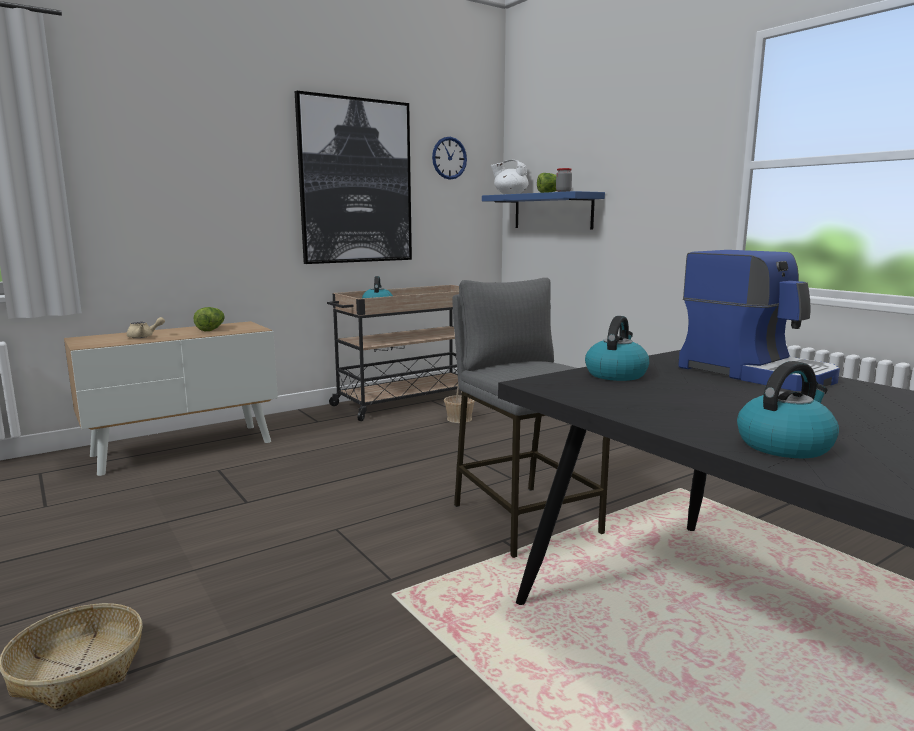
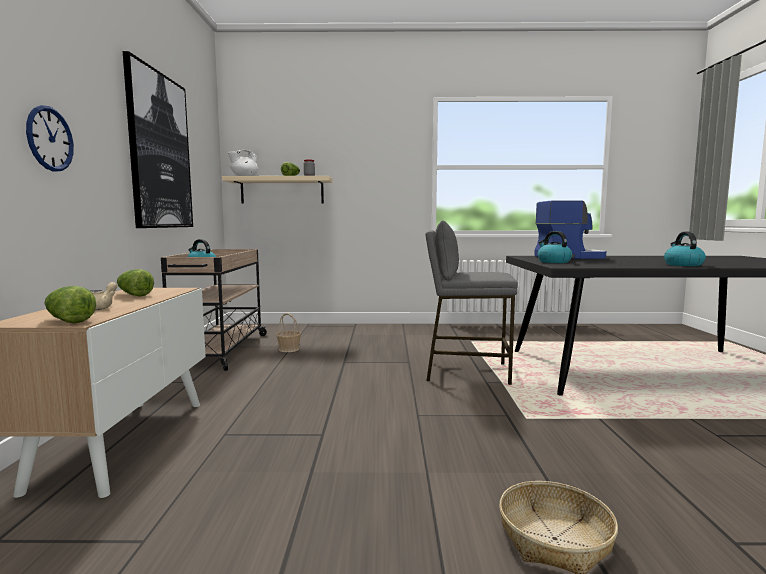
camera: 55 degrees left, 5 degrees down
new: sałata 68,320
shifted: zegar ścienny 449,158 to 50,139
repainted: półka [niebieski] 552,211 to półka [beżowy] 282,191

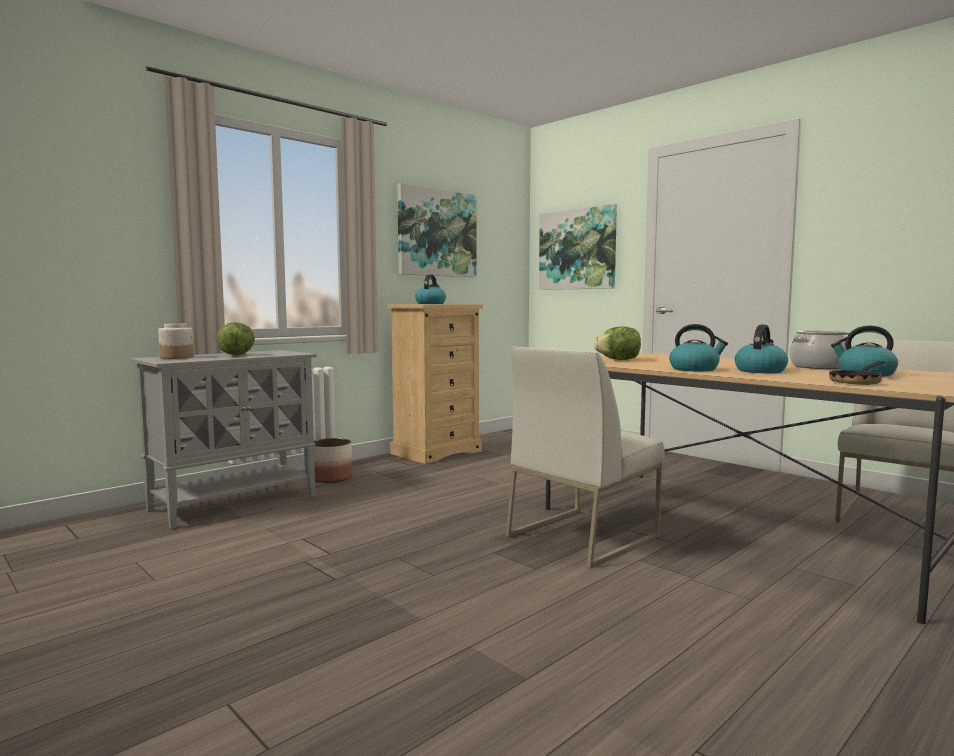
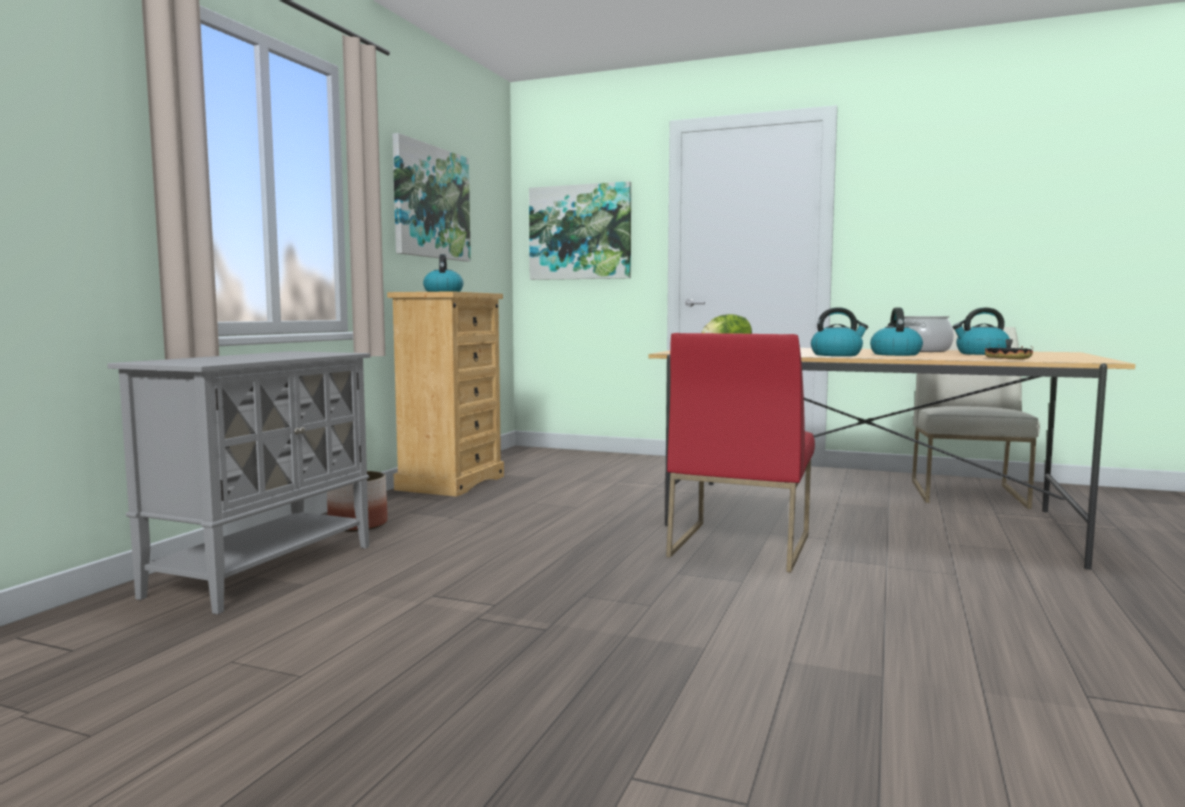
camera: 25 degrees left, 0 degrees up
gone: słoik 177,357; sałata 237,355
repainted: krzesło [biały] 582,536 to krzesło [czerwony] 739,545

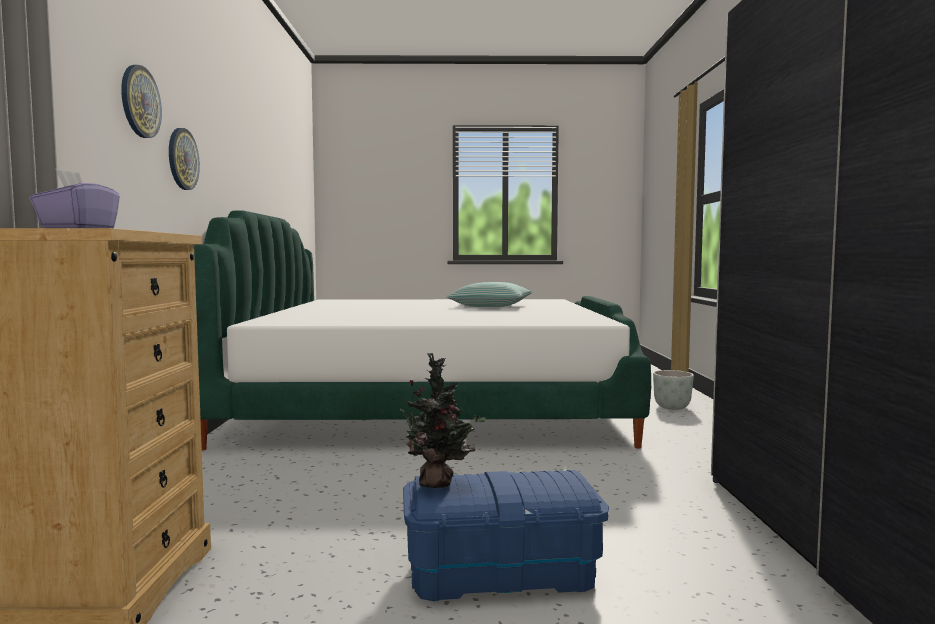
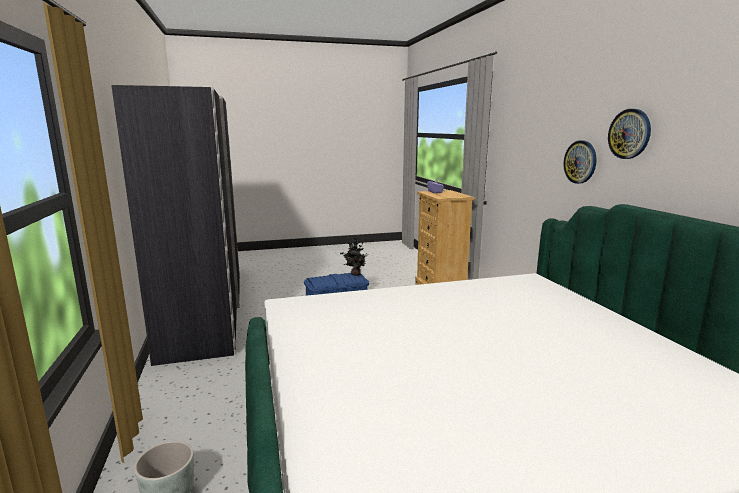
camera: 165 degrees right, 10 degrees up
gone: poduszka 490,306
shifted: zegar ścienny 139,102 to 629,134

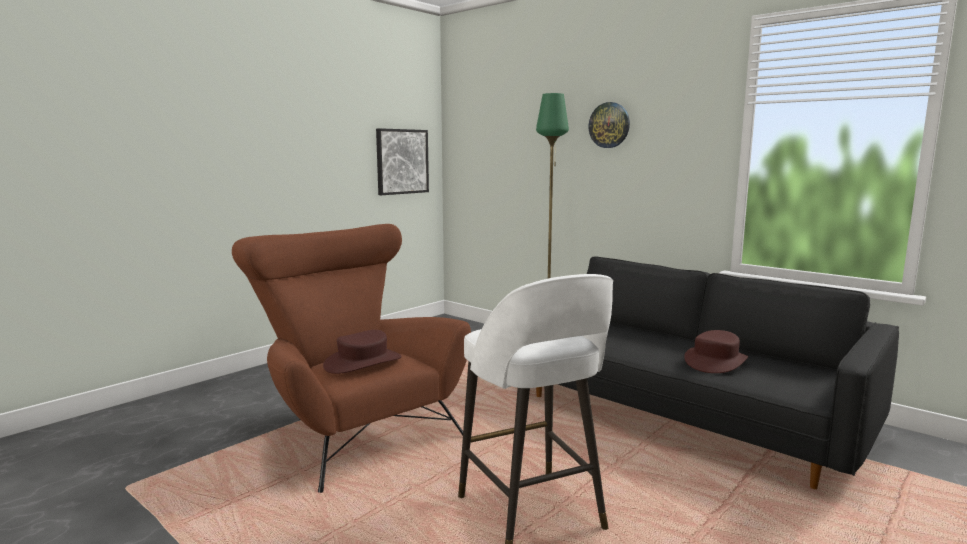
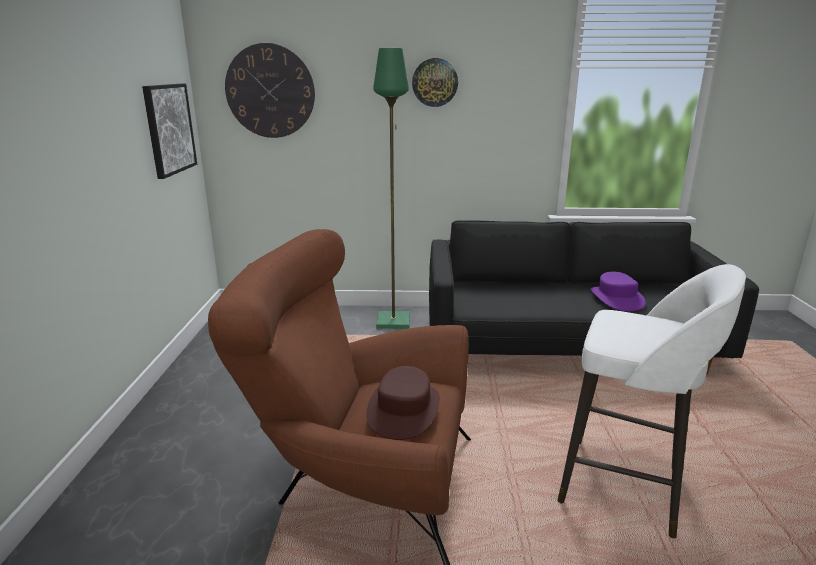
camera: 40 degrees left, 10 degrees up
new: zegar ścienny 270,91
repainted: kapelusz [brązowy] 715,361 to kapelusz [fioletowy] 616,298

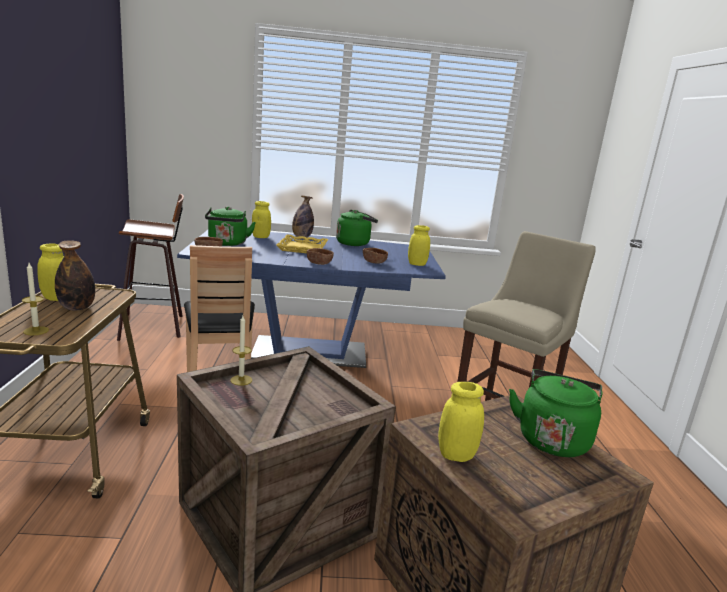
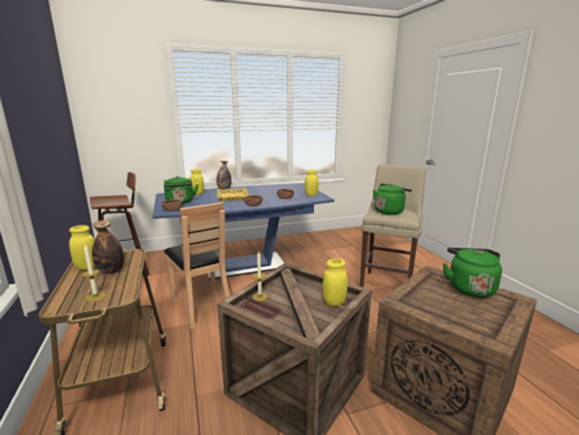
camera: 15 degrees left, 0 degrees up
shifted: czajnik [zielony] 354,243 to 389,211; słoik [żółty] 456,455 to 334,302

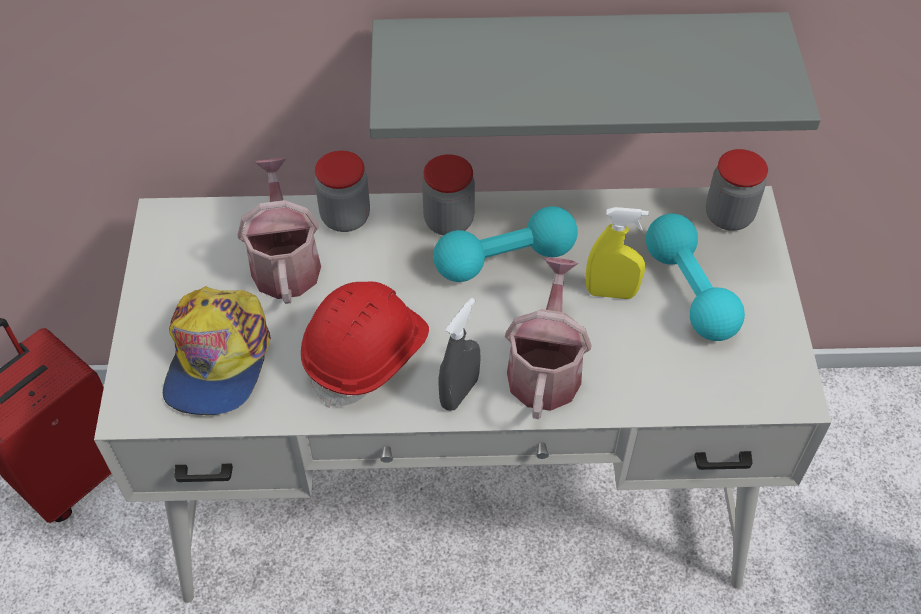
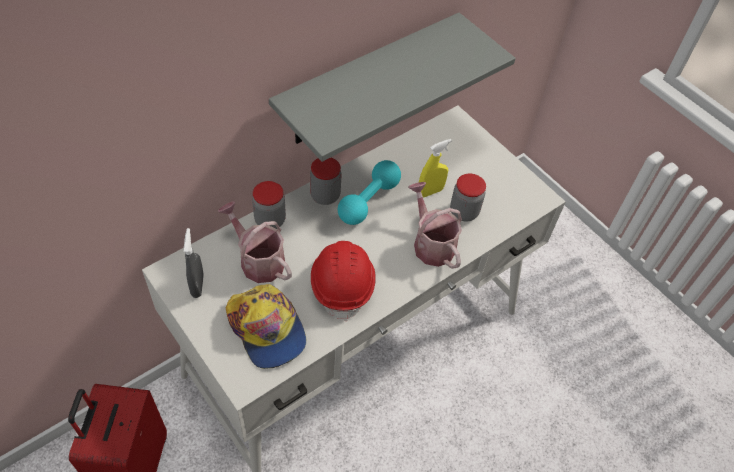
camera: 40 degrees left, 0 degrees up
gone: hantel [turkusowy] 689,291
shifted: spryskiwacz [szary] 459,392 to 197,285; słoik 728,216 to 464,212

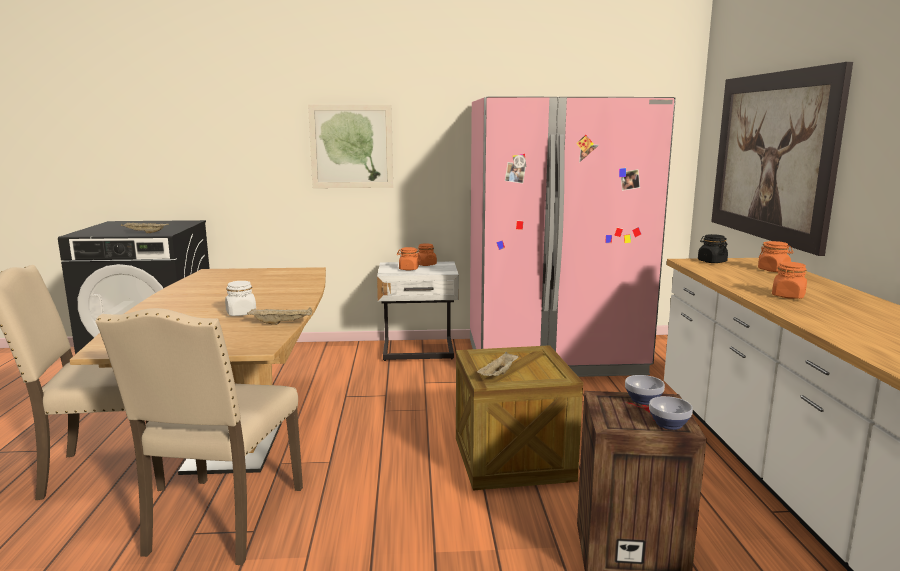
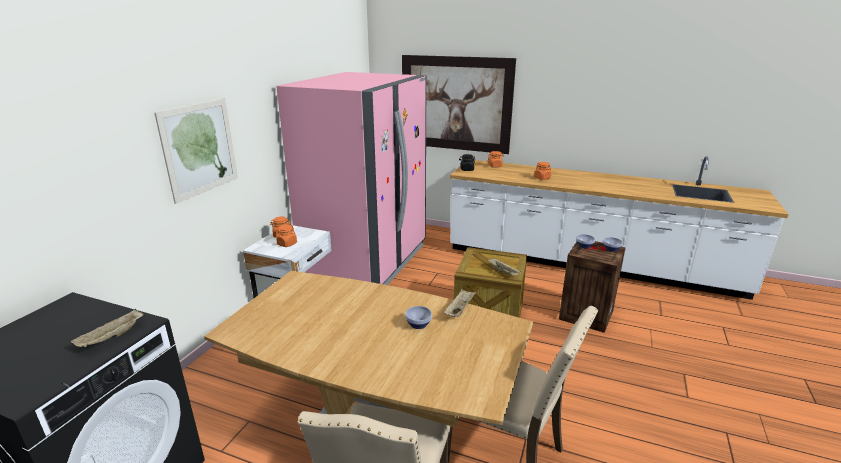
camera: 65 degrees left, 10 degrees up
swapped: słoik [biały] 241,313 to miska 418,325

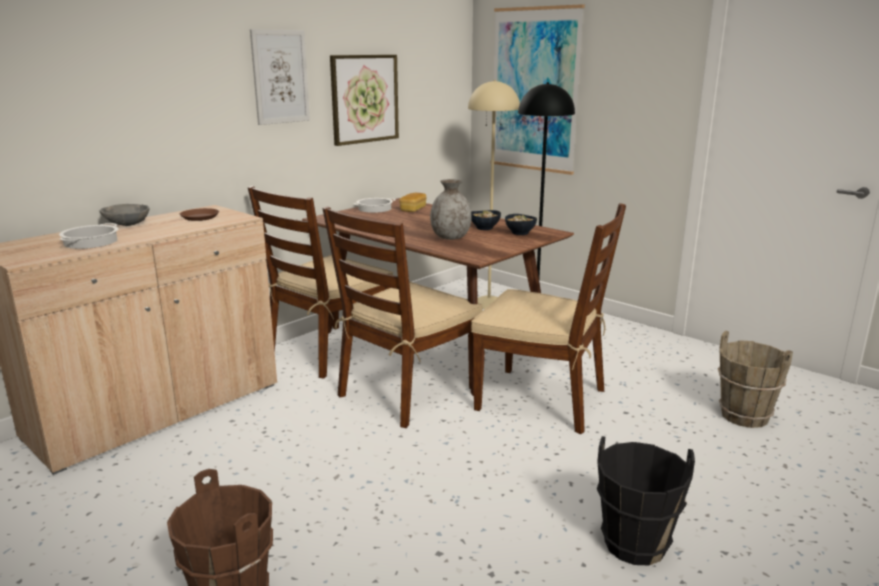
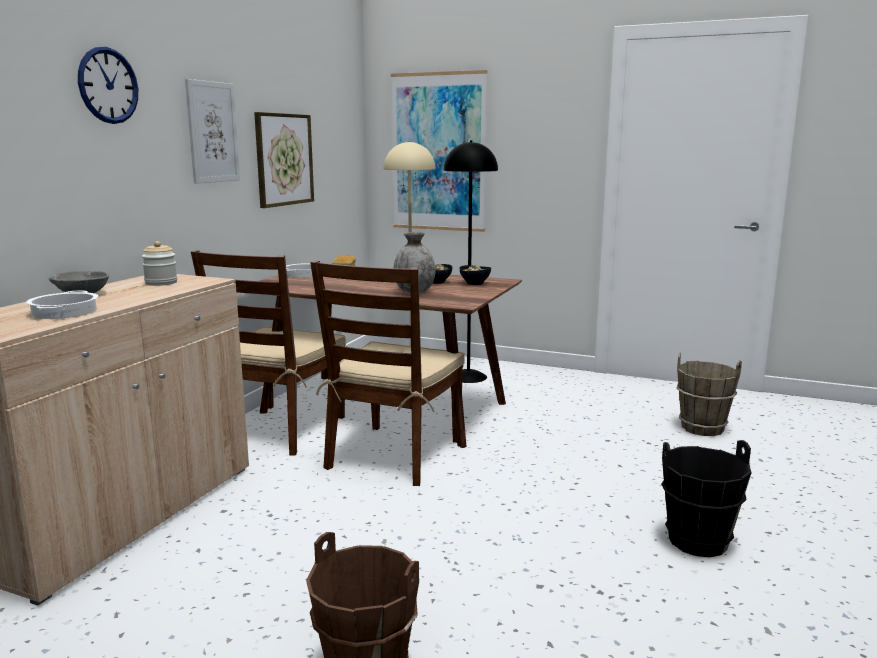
camera: 20 degrees left, 5 degrees down
gone: krzesło [brązowy] 542,399
new: zegar ścienny 108,85
swapped: talerz [brązowy] 200,217 to słoik 161,283

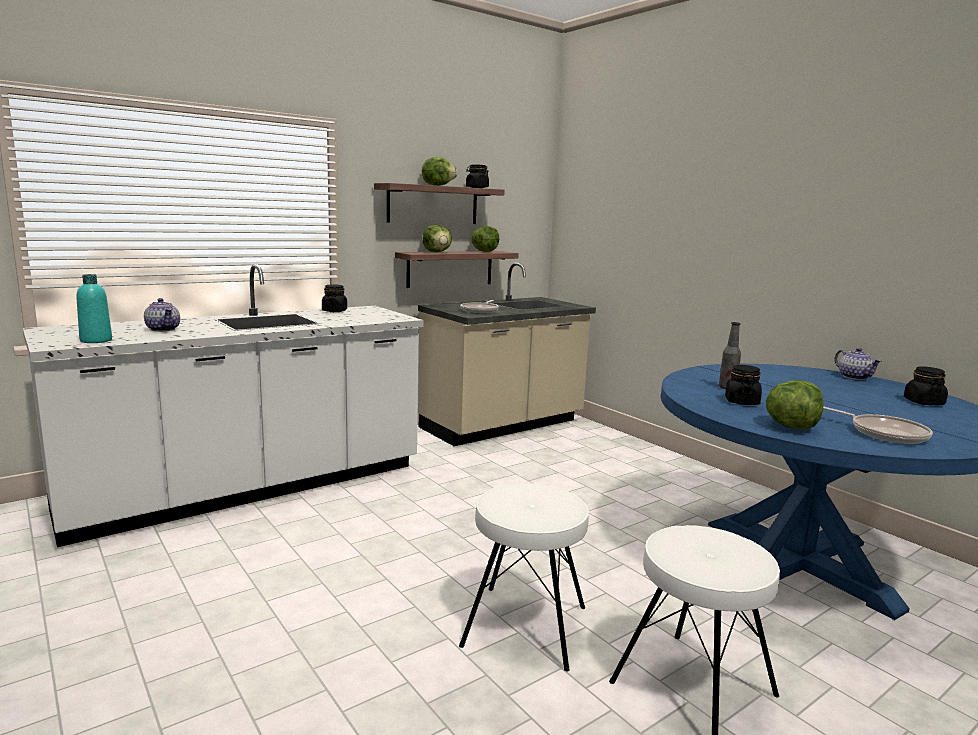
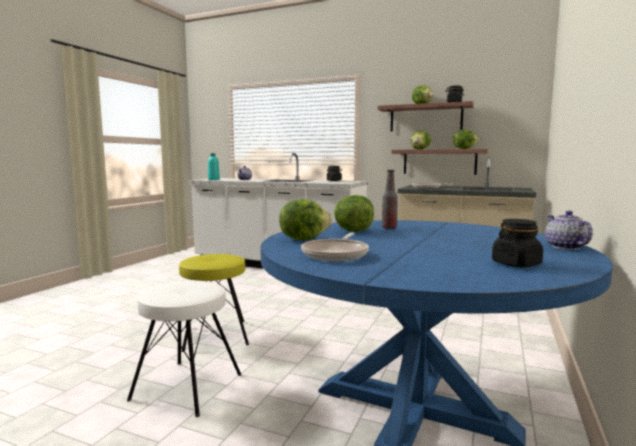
camera: 60 degrees right, 5 degrees down
swapped: słoik [czarny] 741,402 to sałata 352,231
repainted: stołek [biały] 525,626 to stołek [żółty] 215,335
rotated: imbryk 854,377 = 565,247 135 degrees clockwise

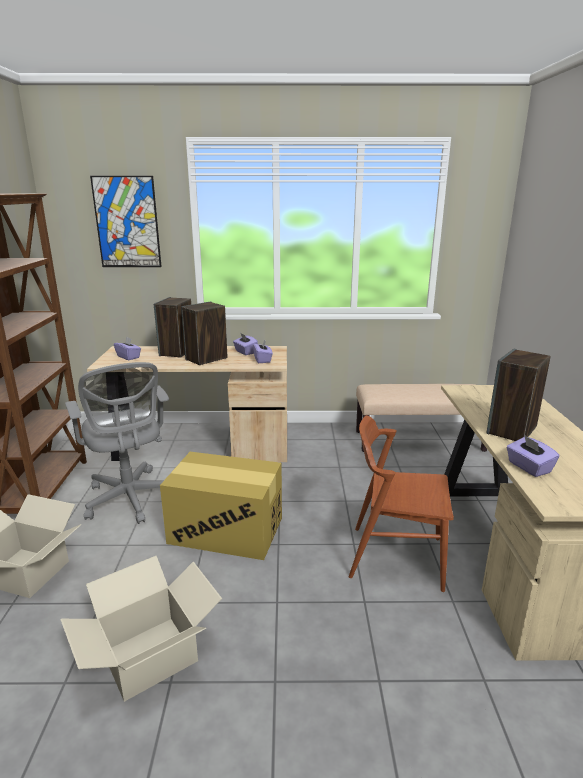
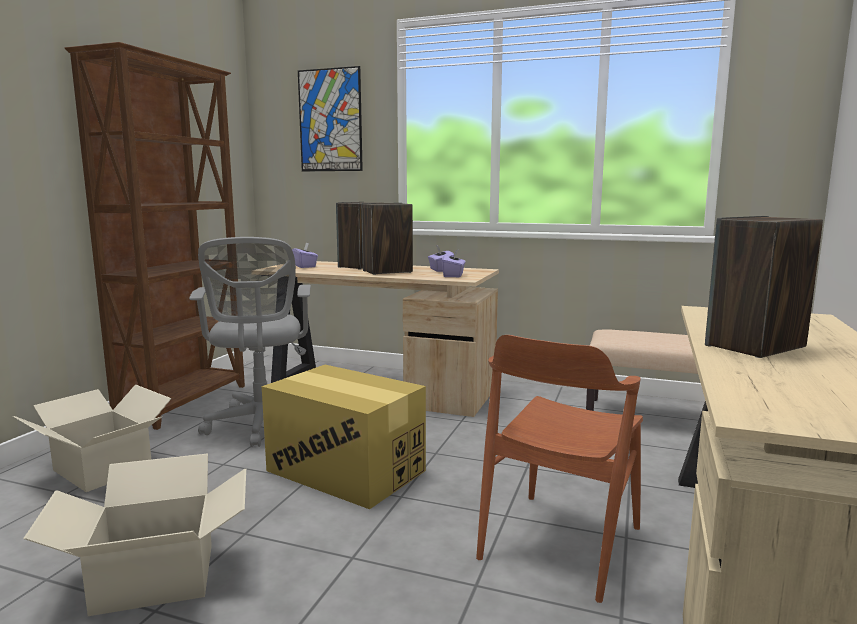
camera: 20 degrees right, 10 degrees down
gone: pudełko chusteczek [fioletowy] 528,467
rotated: krzesło [brązowy] 395,557 = 560,542 90 degrees counterclockwise

